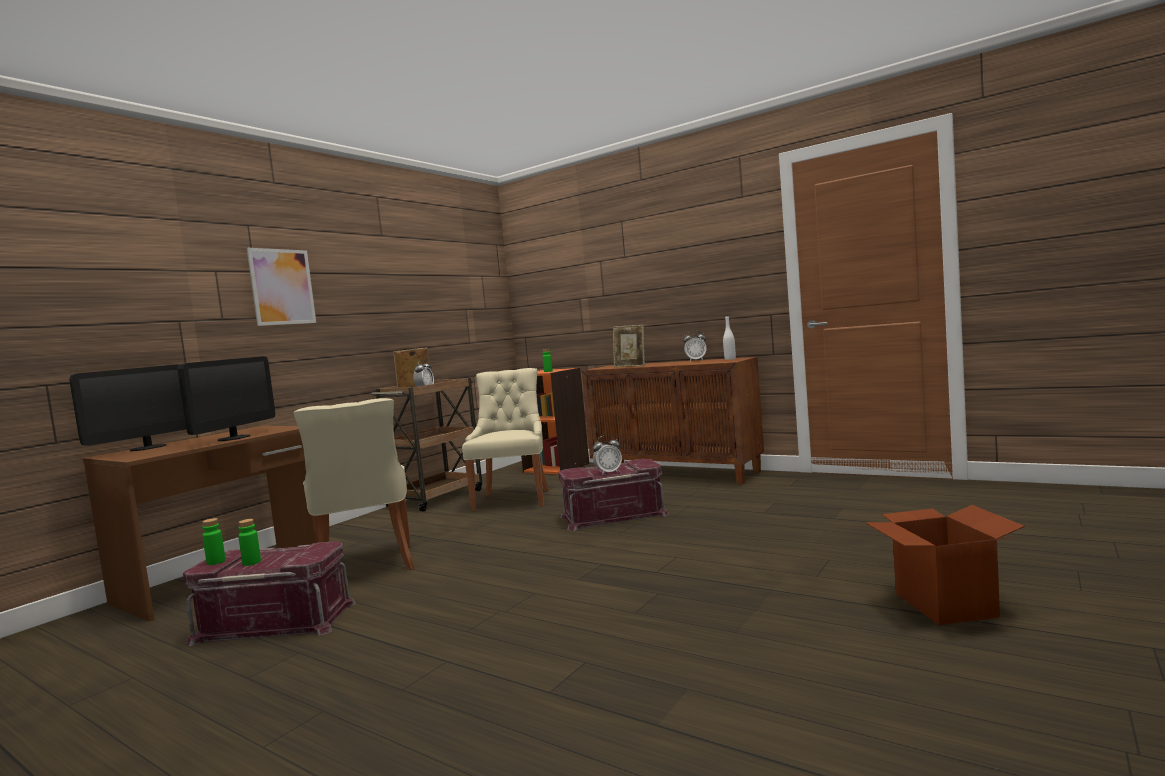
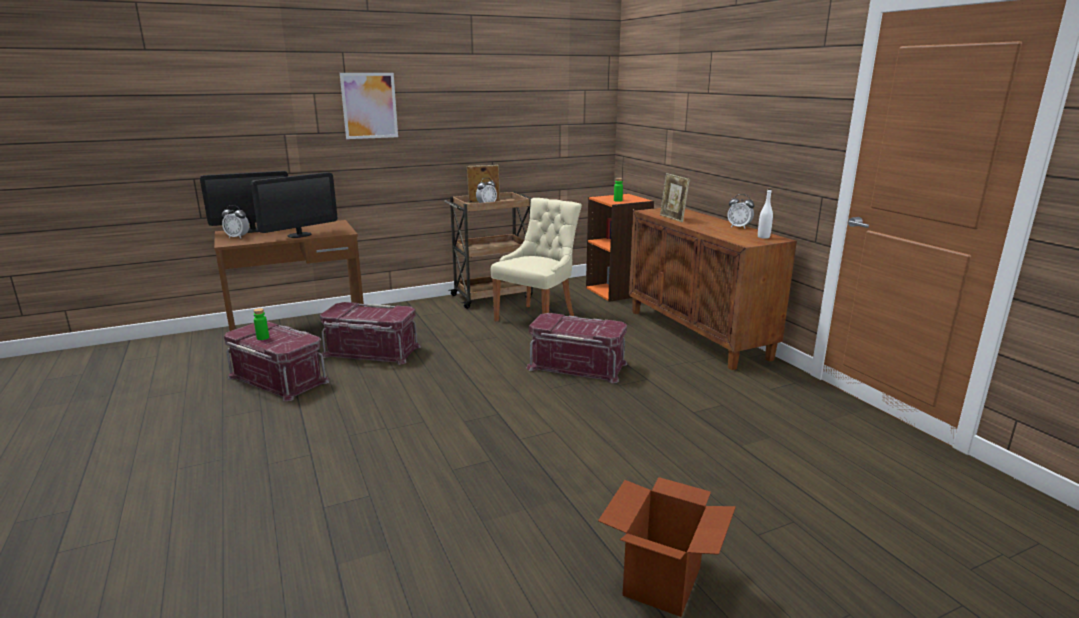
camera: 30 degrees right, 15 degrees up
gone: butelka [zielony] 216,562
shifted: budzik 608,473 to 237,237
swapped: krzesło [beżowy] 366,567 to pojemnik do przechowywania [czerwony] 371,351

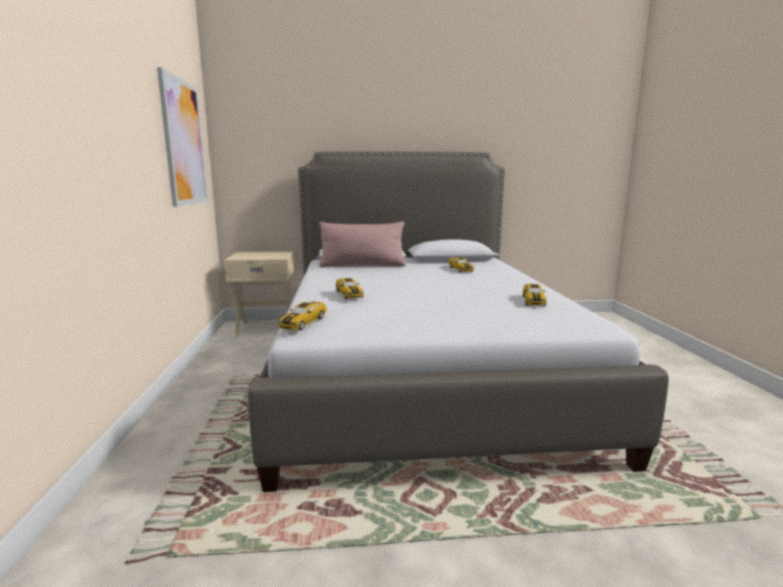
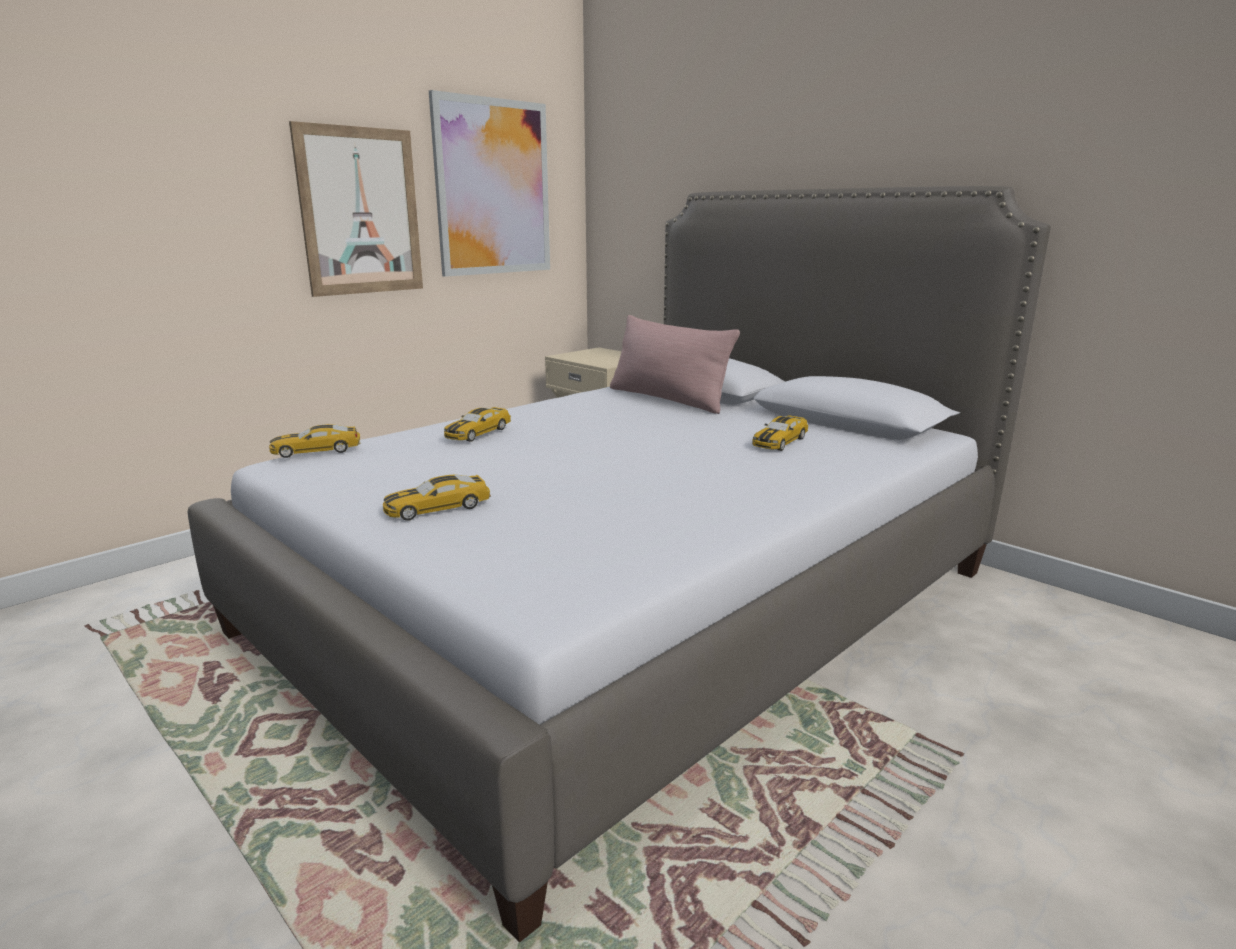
camera: 50 degrees right, 5 degrees up
new: obraz 360,212
shifted: samochodzik 533,300 to 437,508

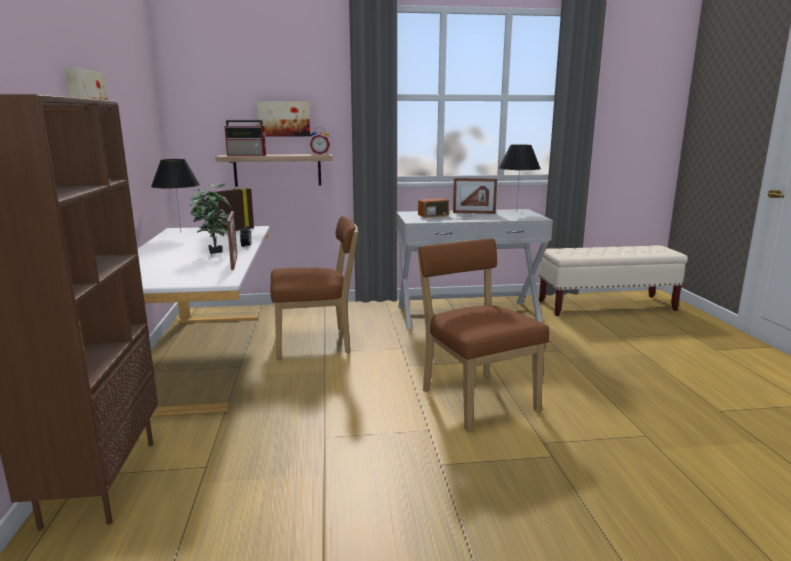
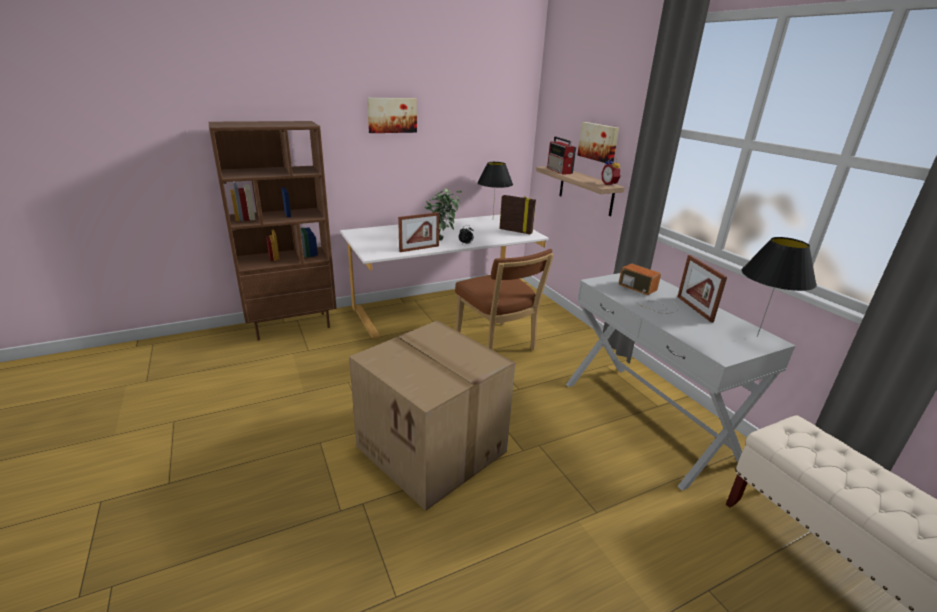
camera: 70 degrees right, 10 degrees up
swapped: krzesło [brązowy] 475,398 to karton 434,449

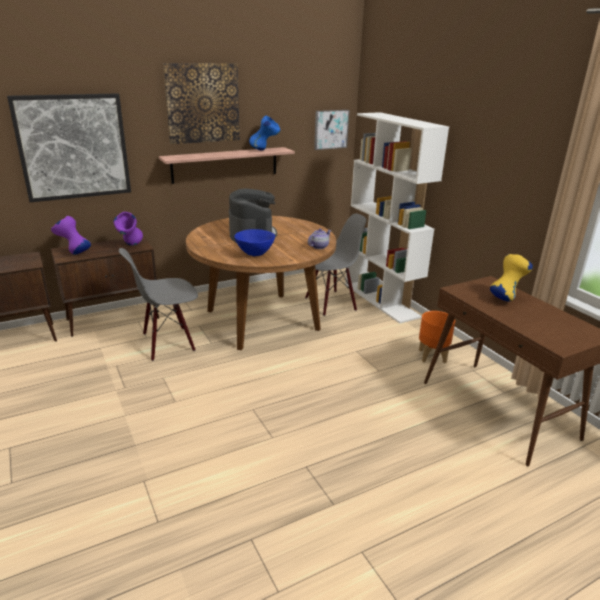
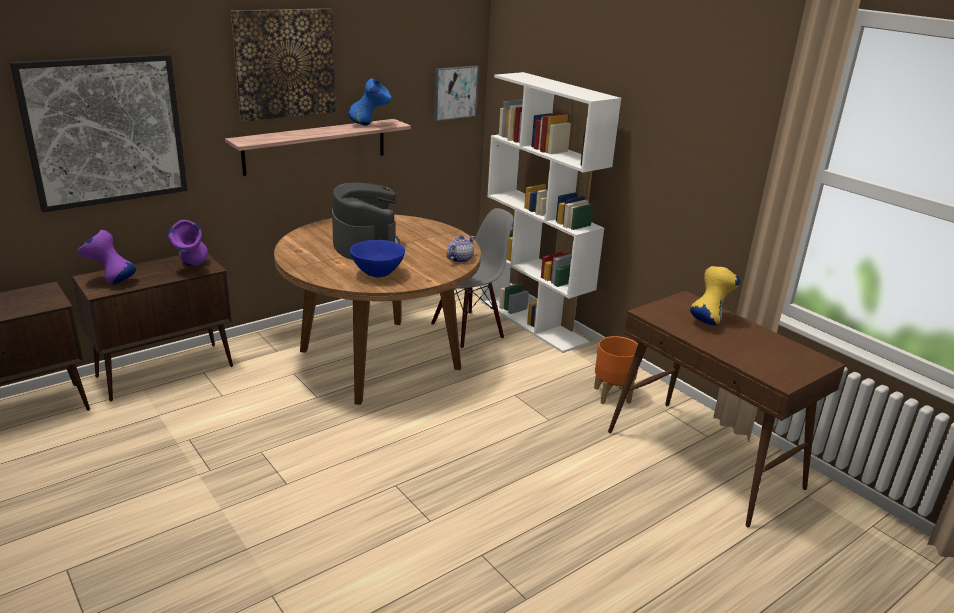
camera: 10 degrees left, 0 degrees up
gone: krzesło [szary] 168,343

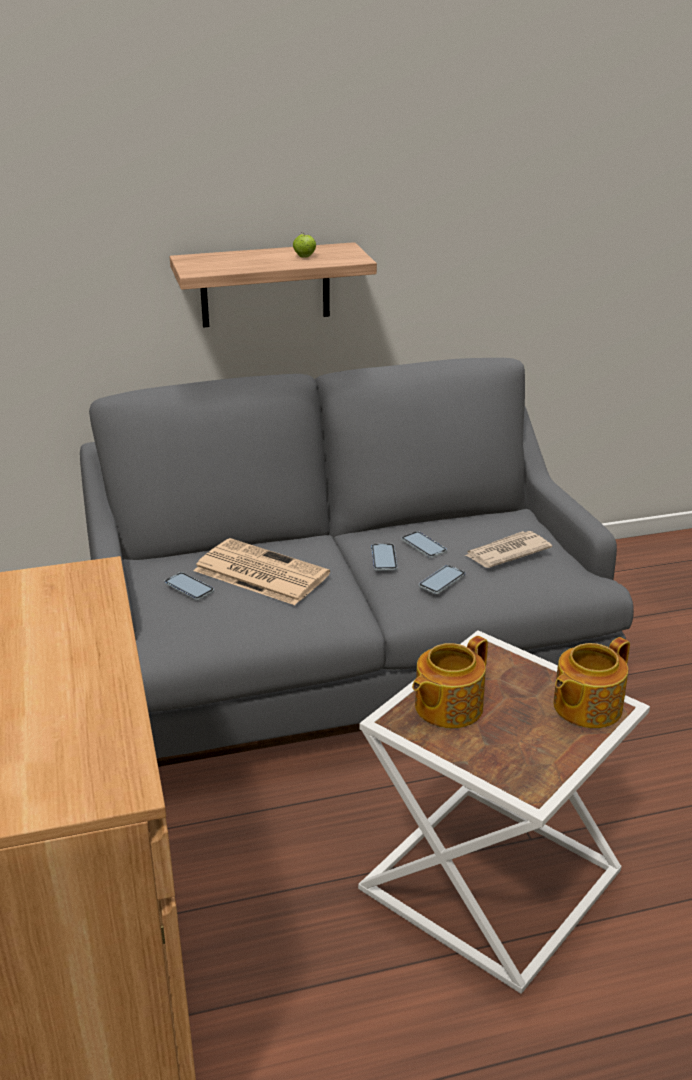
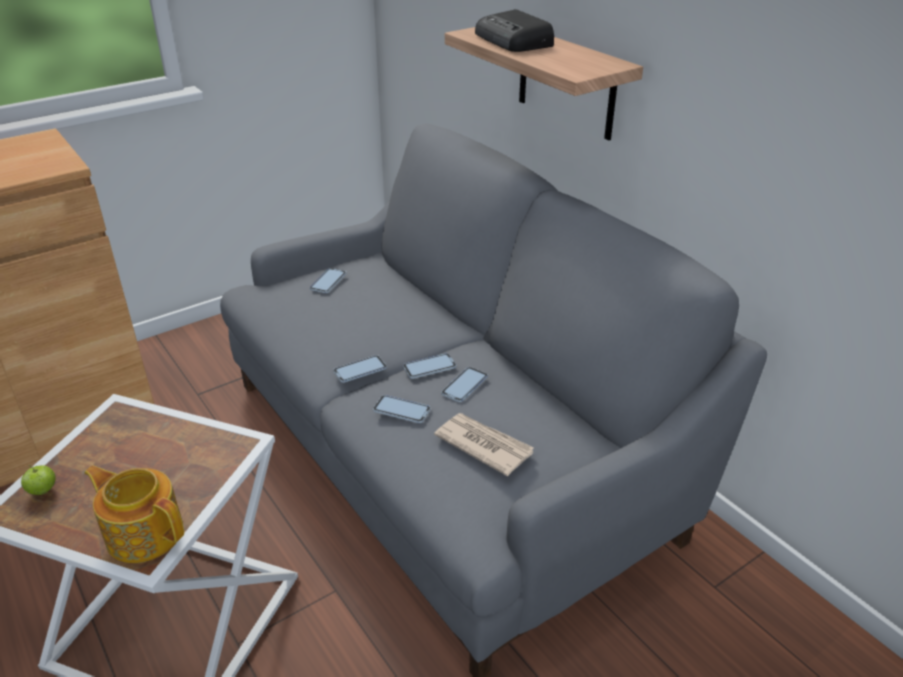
camera: 70 degrees right, 5 degrees up
gone: gazeta 259,572; imbryk 446,707
new: telefon 360,370; radio 514,41
shifted: jabłko 304,256 to 43,491

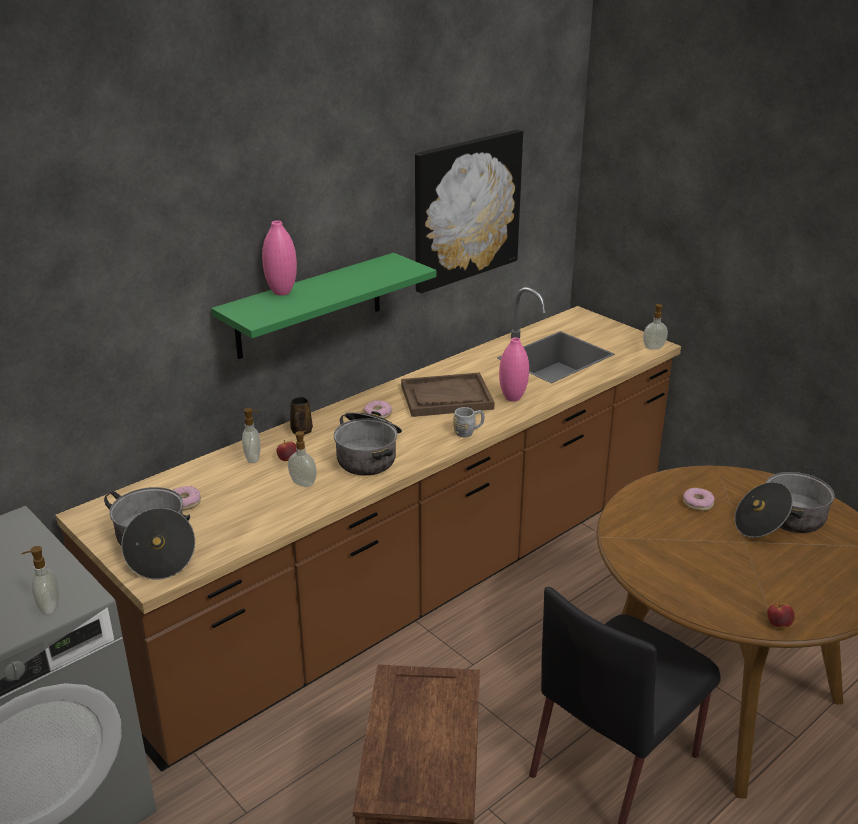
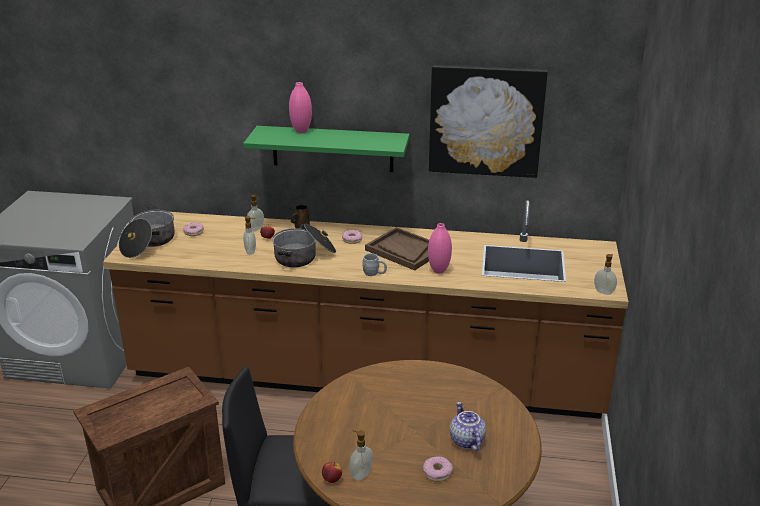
camera: 50 degrees right, 0 degrees up
shifted: dozownik mydła 48,607 to 360,474; donut 698,503 to 437,472
swapped: garnek 781,521 to imbryk 466,440

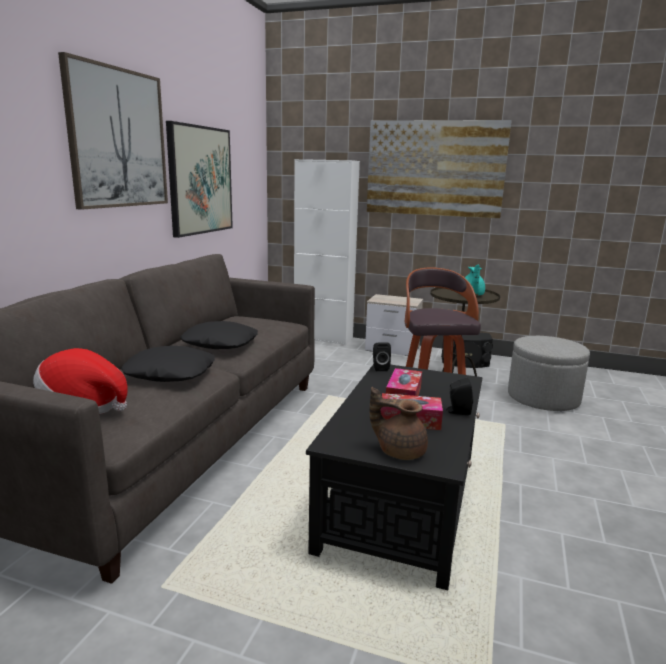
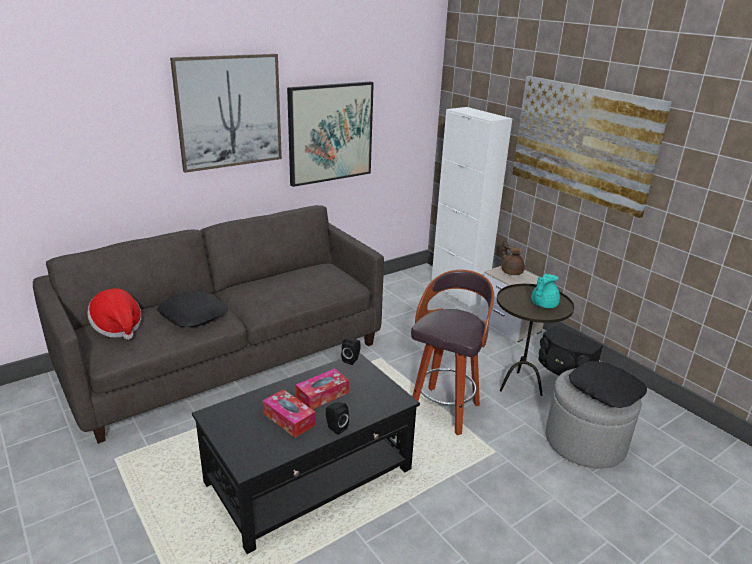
camera: 35 degrees right, 10 degrees up
shifted: poduszka [czarny] 220,343 to 605,390; imbryk [brązowy] 399,451 to 511,271

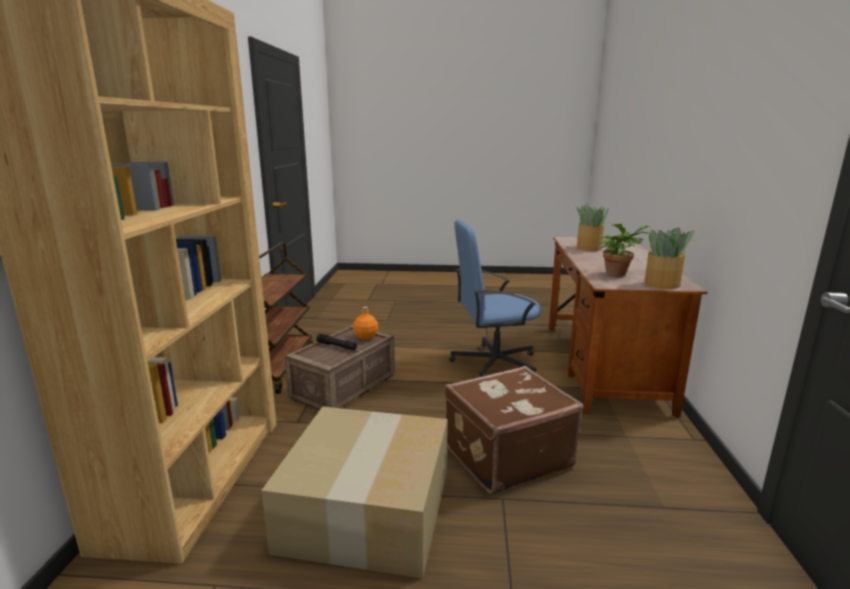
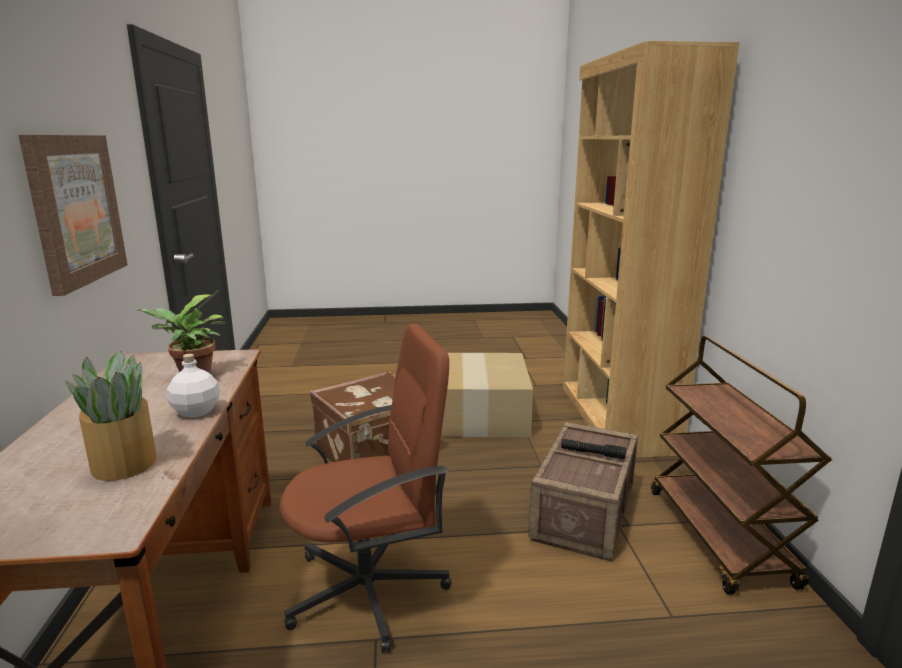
camera: 170 degrees right, 0 degrees up
gone: butelka [pomarańczowy] 365,337; roślina doniczkowa 662,284
new: obraz 75,209; butelka [biały] 195,411
repainted: krzesło biurowe [niebieski] 493,363 to krzesło biurowe [brązowy] 370,590

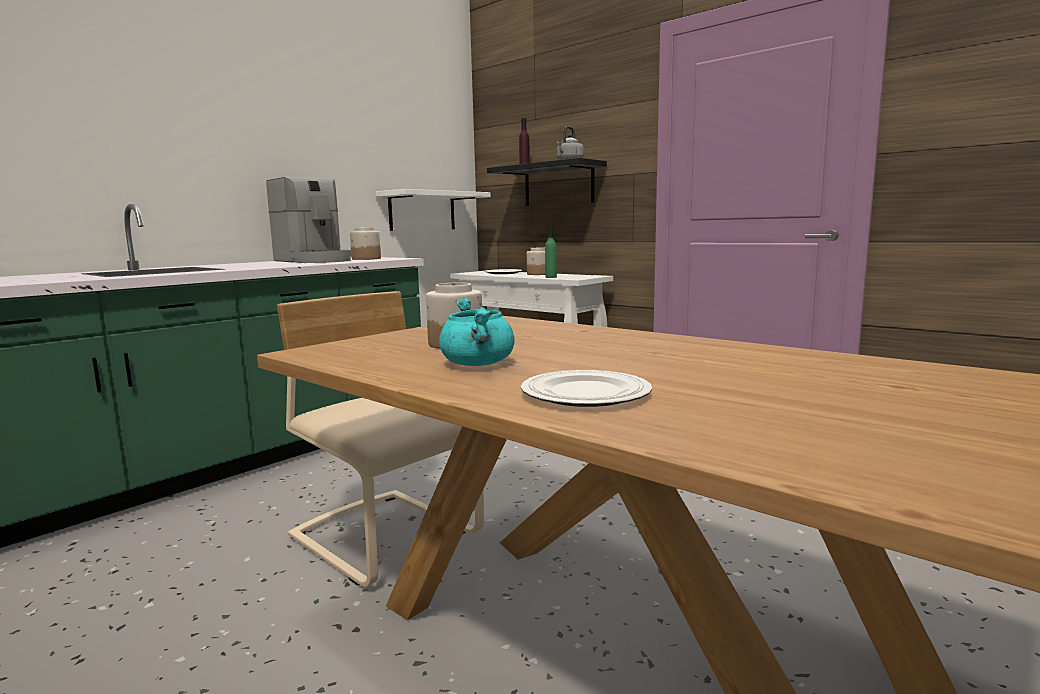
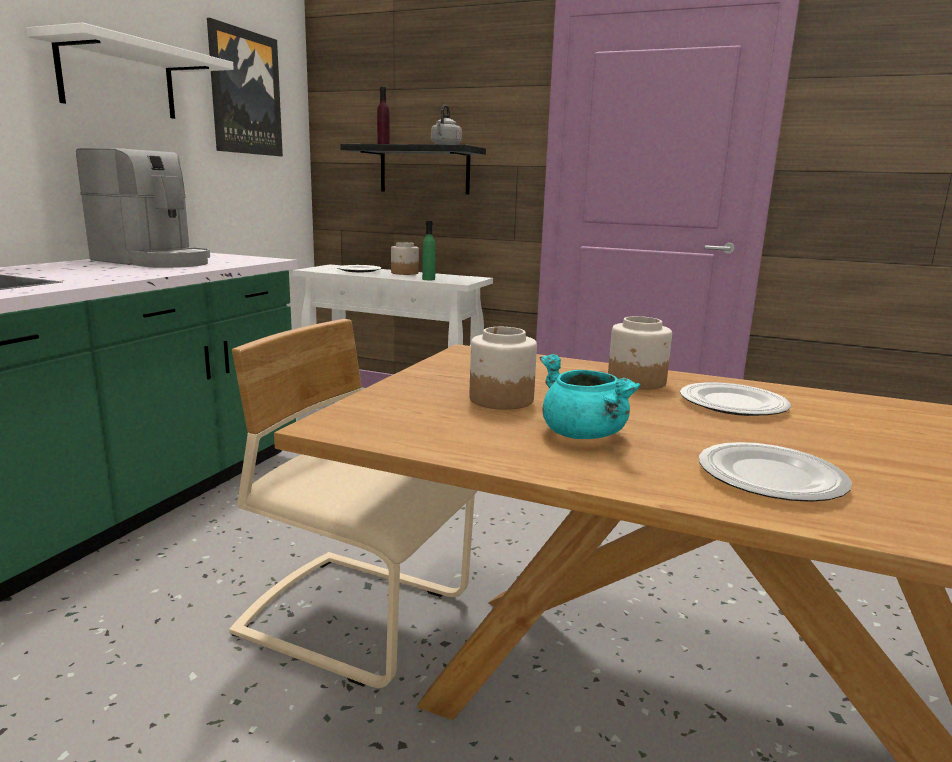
camera: 20 degrees left, 5 degrees up
new: obraz 245,93; talerz 732,403
shifted: słoik 366,259 to 637,381; półka [biały] 422,211 to 118,80

